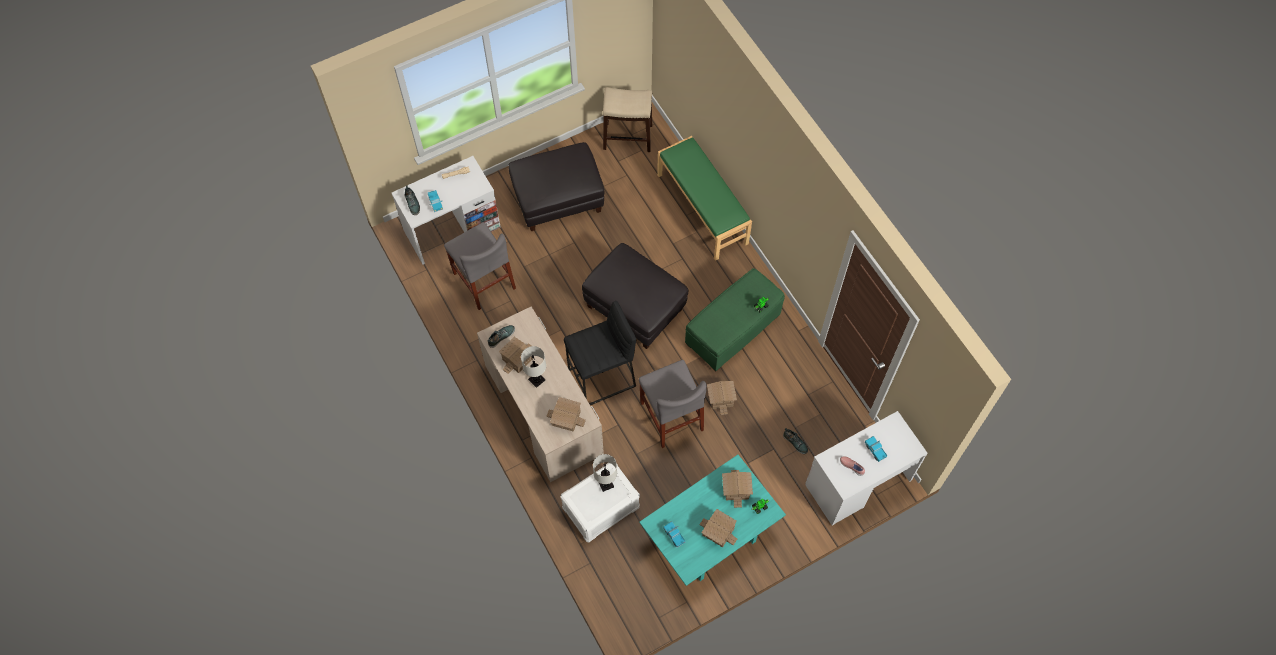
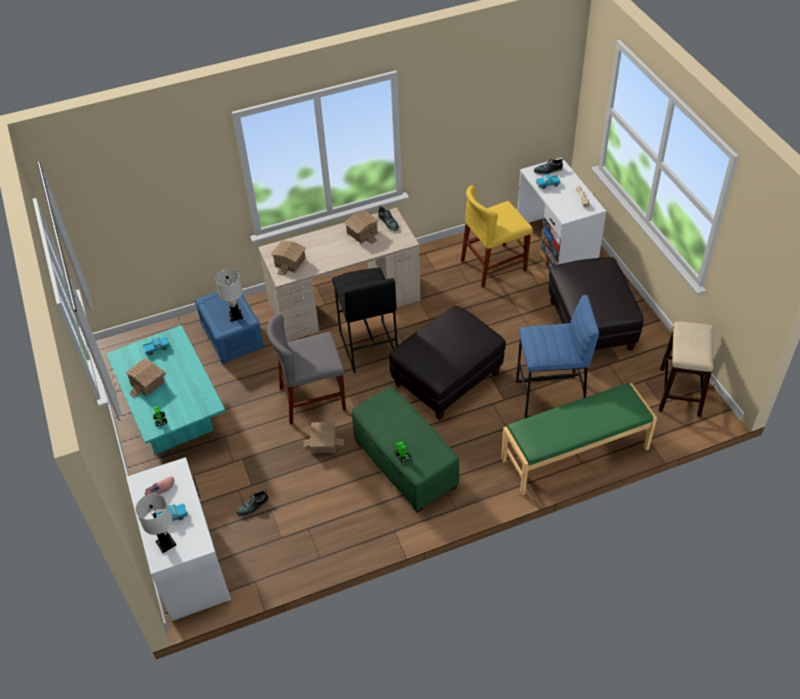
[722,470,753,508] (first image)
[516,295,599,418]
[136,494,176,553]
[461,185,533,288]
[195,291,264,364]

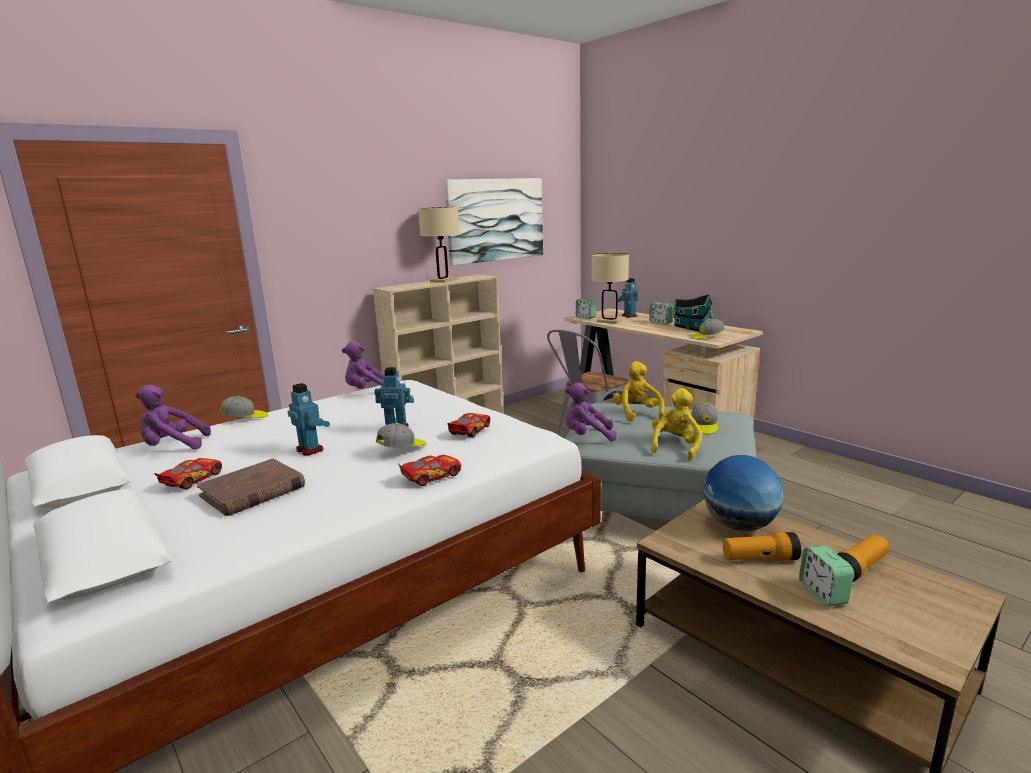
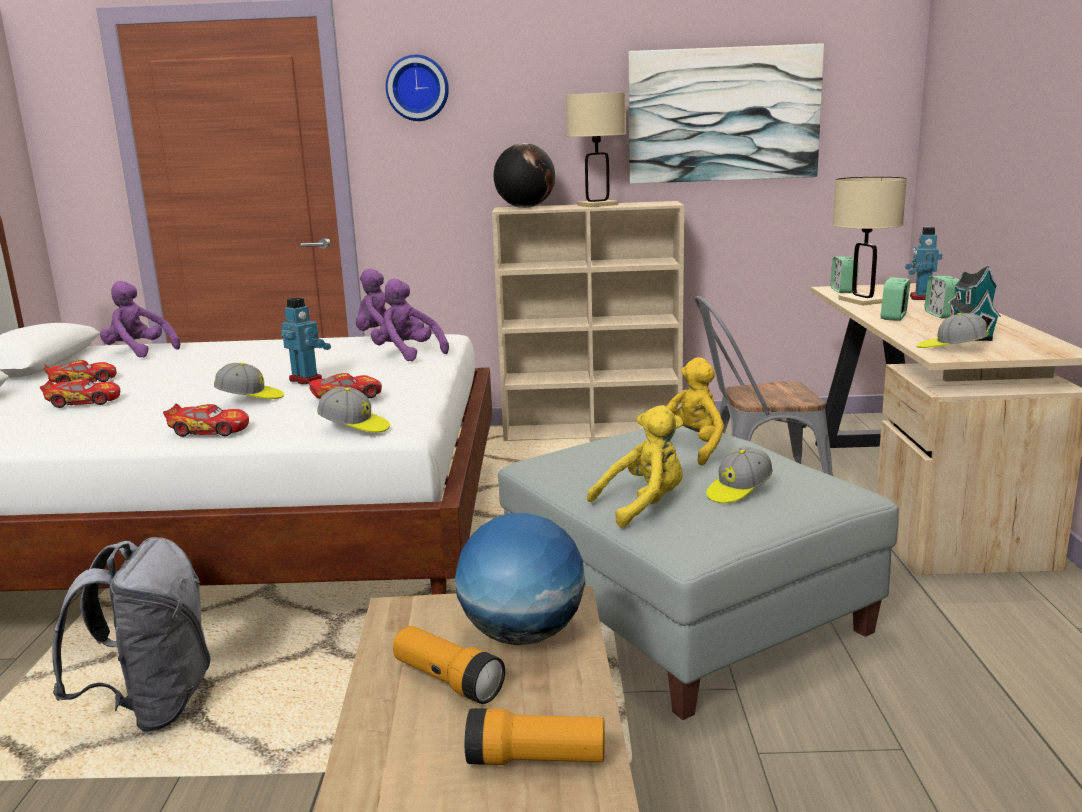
[288,383,330,456] (first image)
[52,537,211,732]
[386,55,449,121]
[494,143,555,208]
[317,387,390,432]
[371,279,449,361]
[881,277,910,321]
[40,378,120,408]

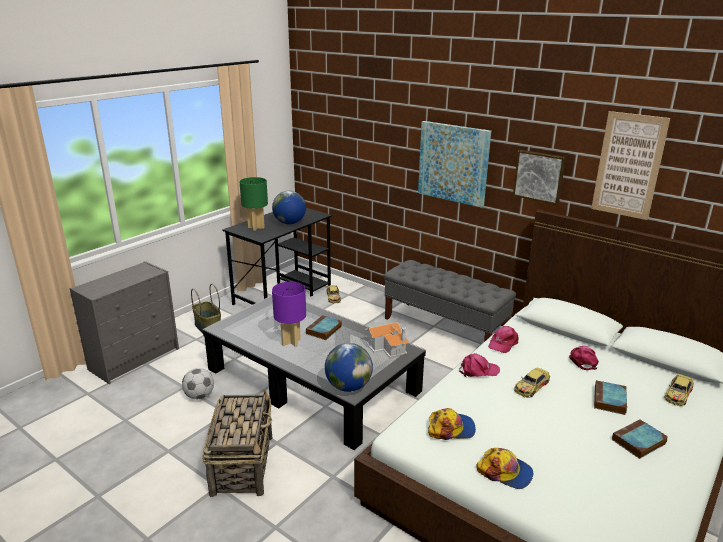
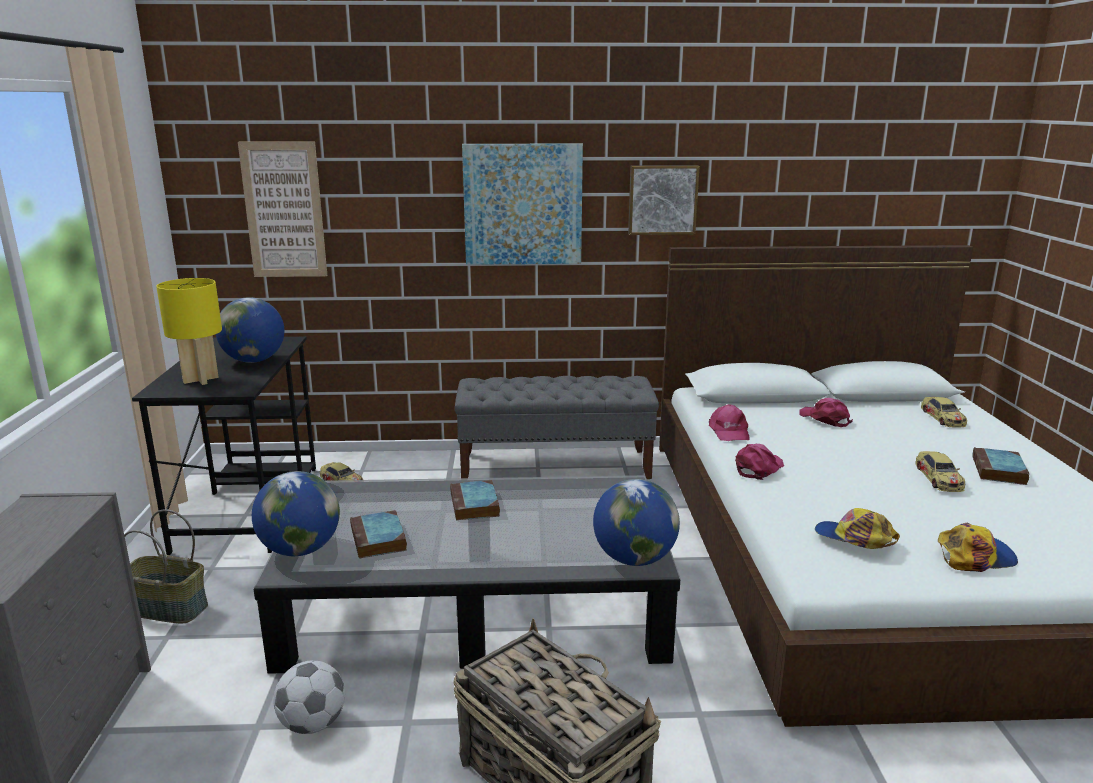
[272,282,306,347] (first image)
[365,322,410,358] (first image)
[252,471,340,556]
[915,451,965,492]
[238,141,327,277]
[350,510,407,559]
[156,278,222,385]
[815,508,900,549]

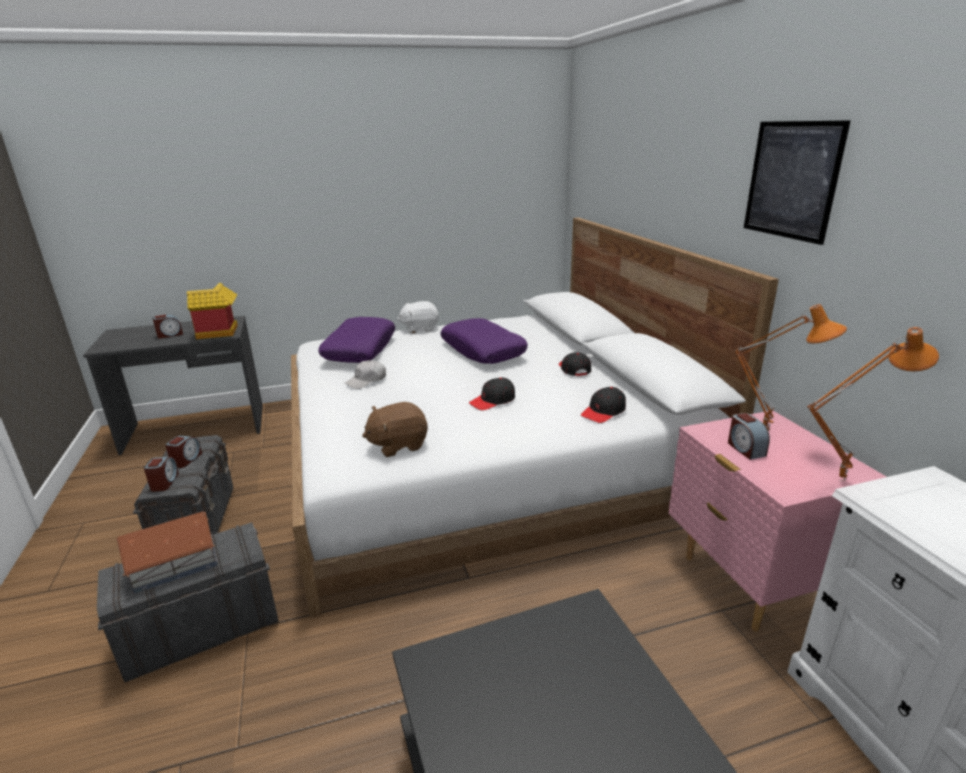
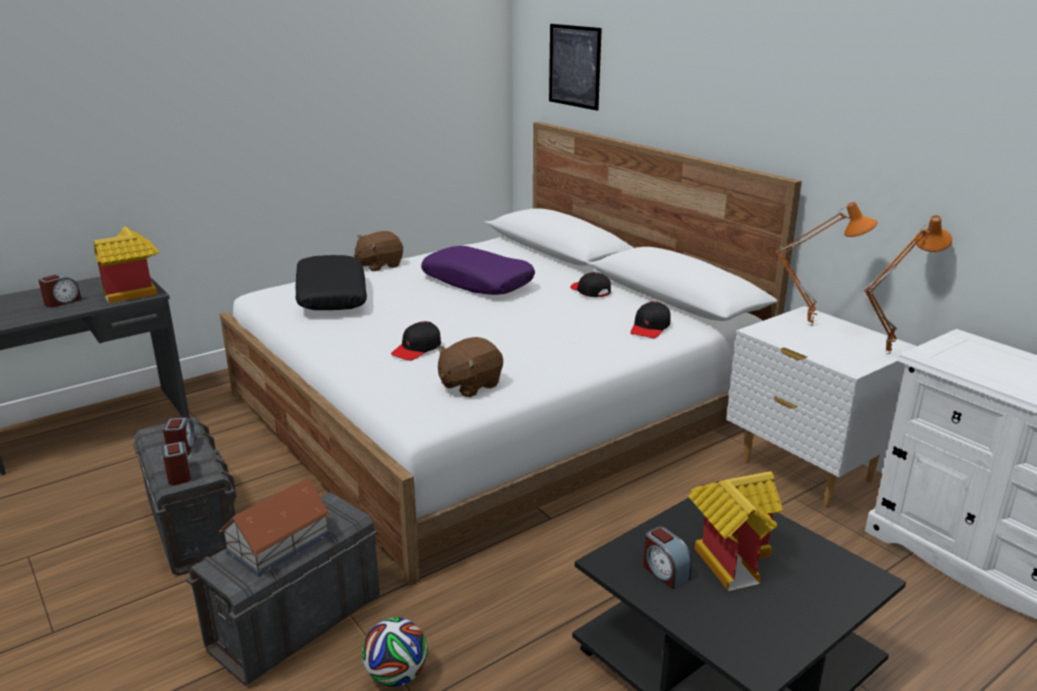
[345,360,386,389] (first image)
[362,618,428,687]
[688,471,783,591]
[391,321,441,361]
[643,526,692,589]
[549,24,602,111]
[295,255,367,310]
[354,231,403,271]
[726,306,917,508]

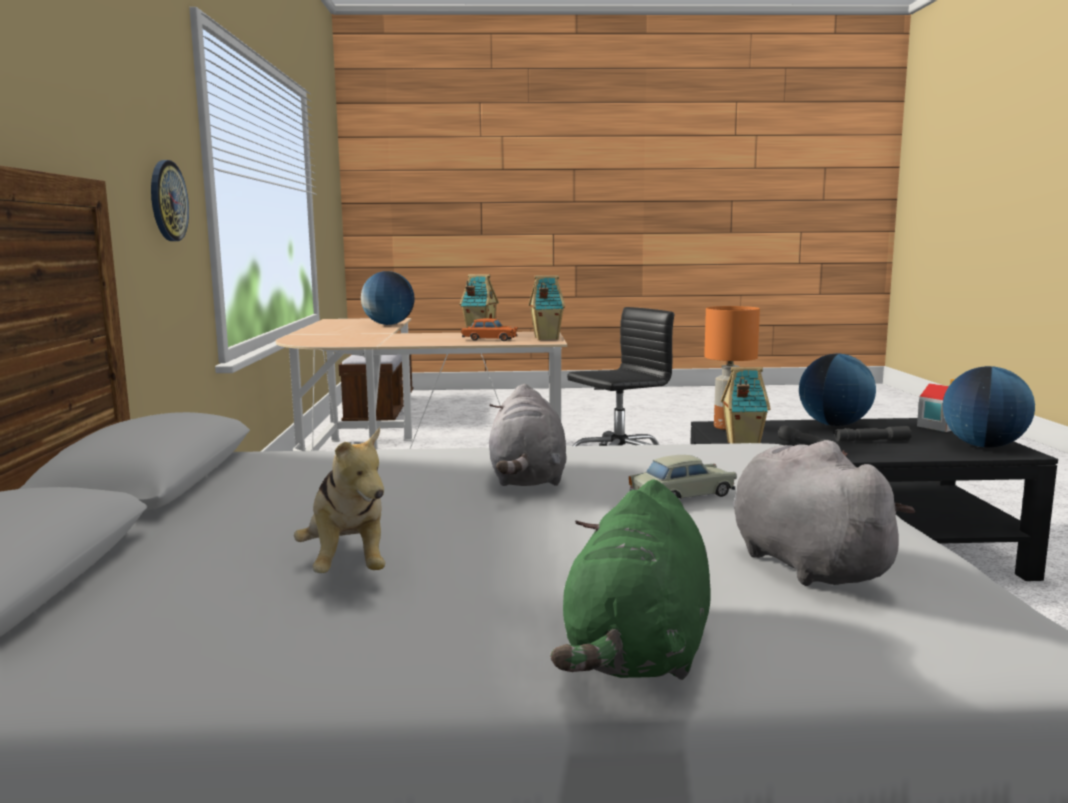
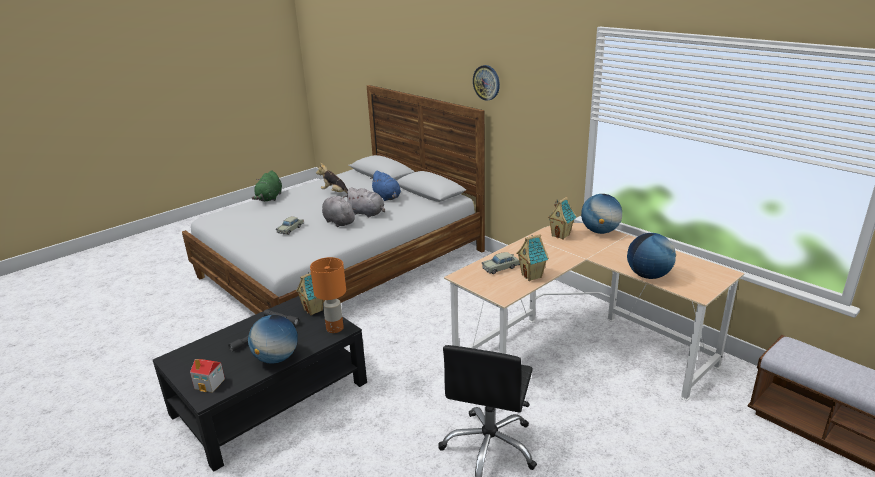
[370,171,401,201]
[473,65,500,101]
[547,197,576,240]
[344,187,385,218]
[581,194,622,234]
[482,252,520,274]
[252,170,282,201]

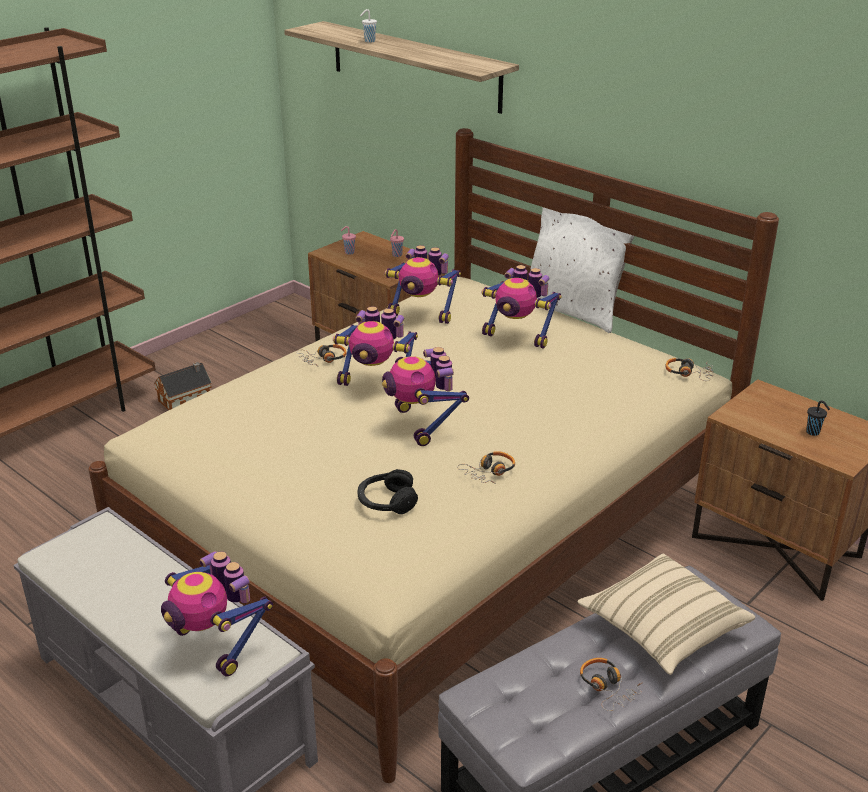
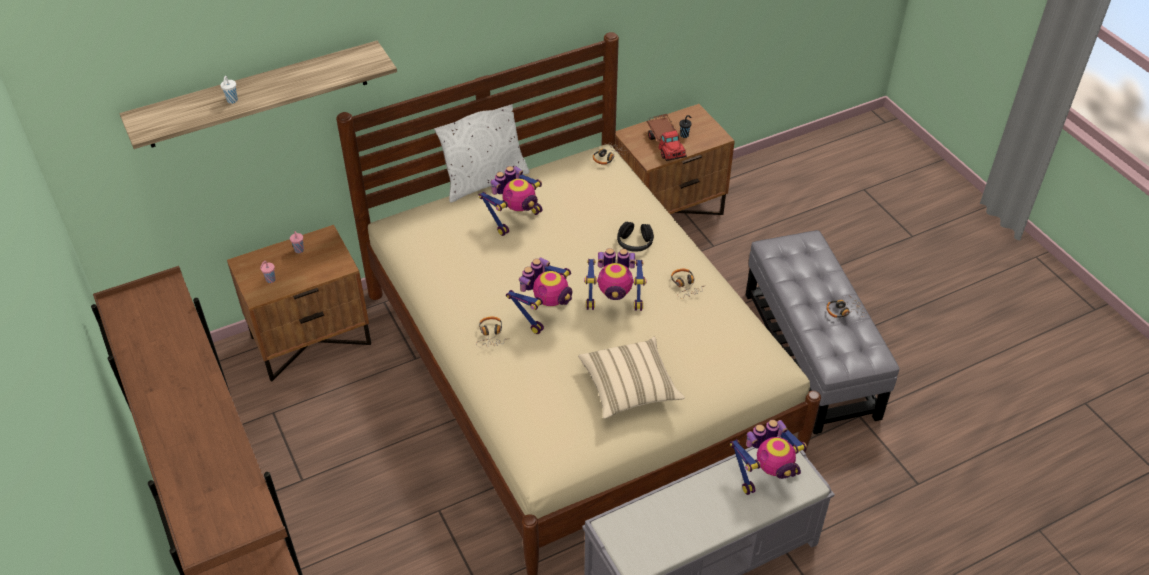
[154,362,212,410] (first image)
[385,245,461,324] (first image)
[647,114,687,161]
[617,222,654,252]
[578,337,685,419]

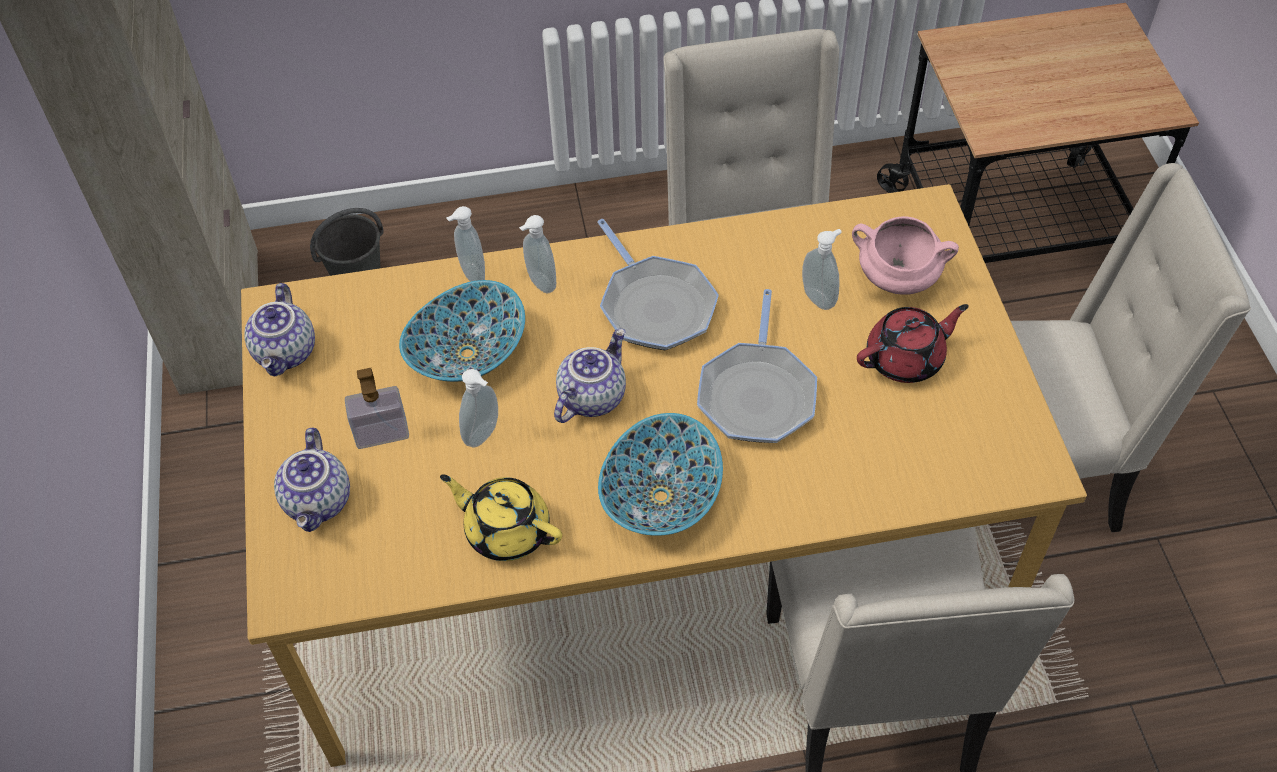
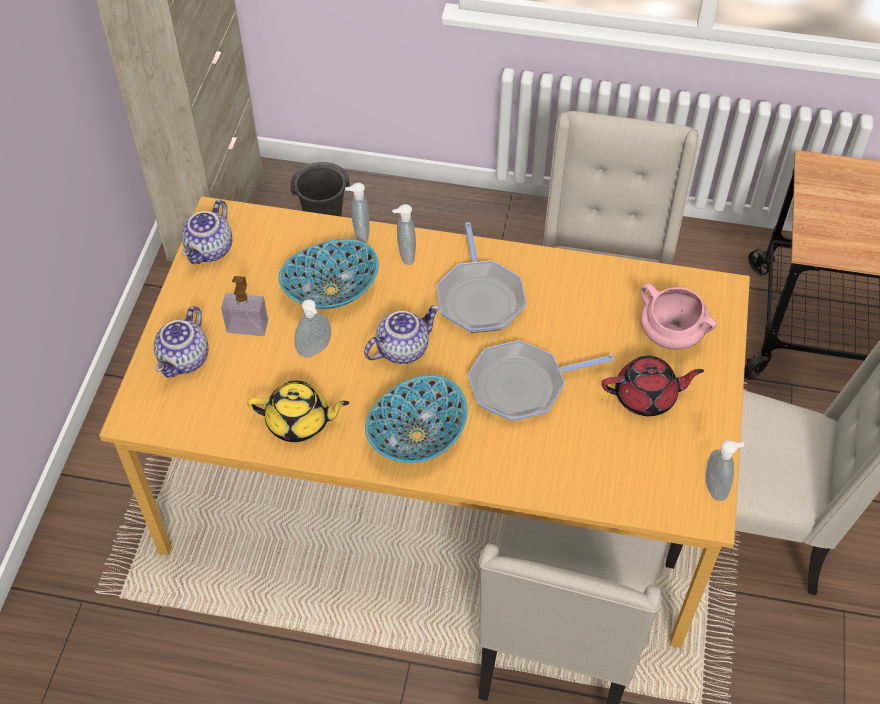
[705,440,745,501]
[247,381,349,442]
[468,340,615,421]

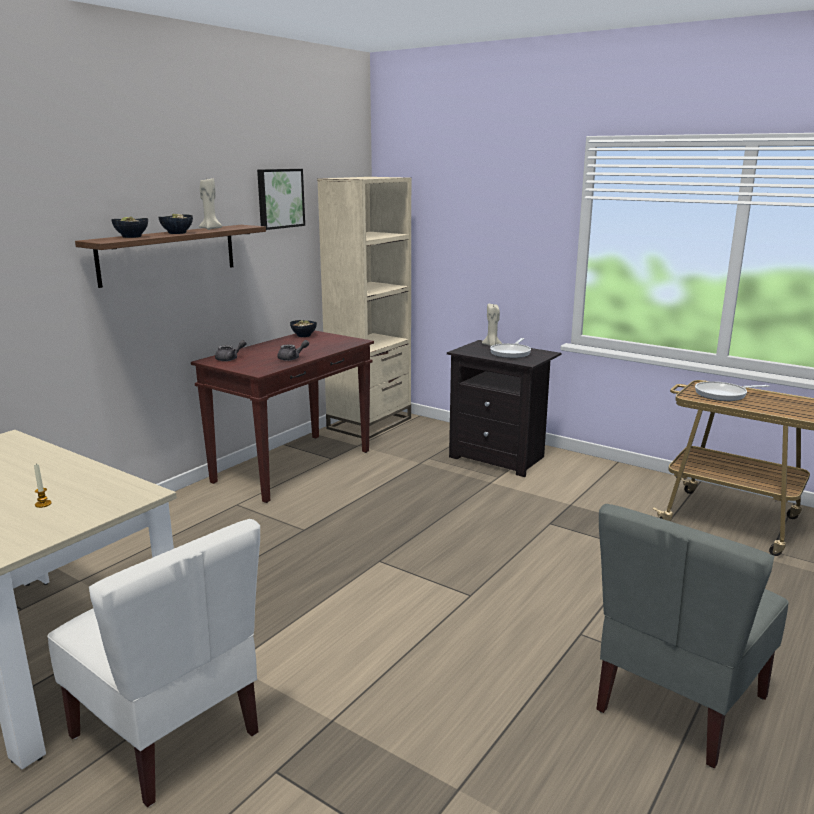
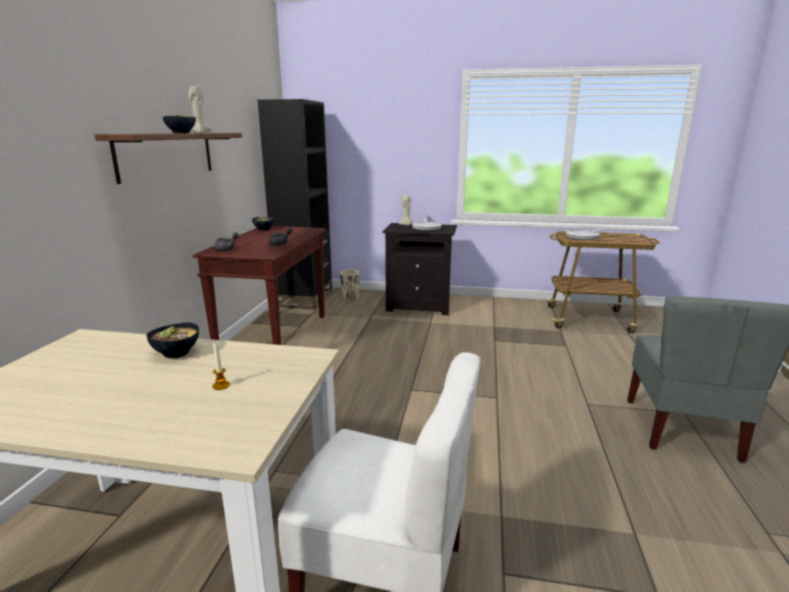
[257,169,305,230] (first image)
[340,270,359,299]
[146,322,199,358]
[257,99,333,309]

